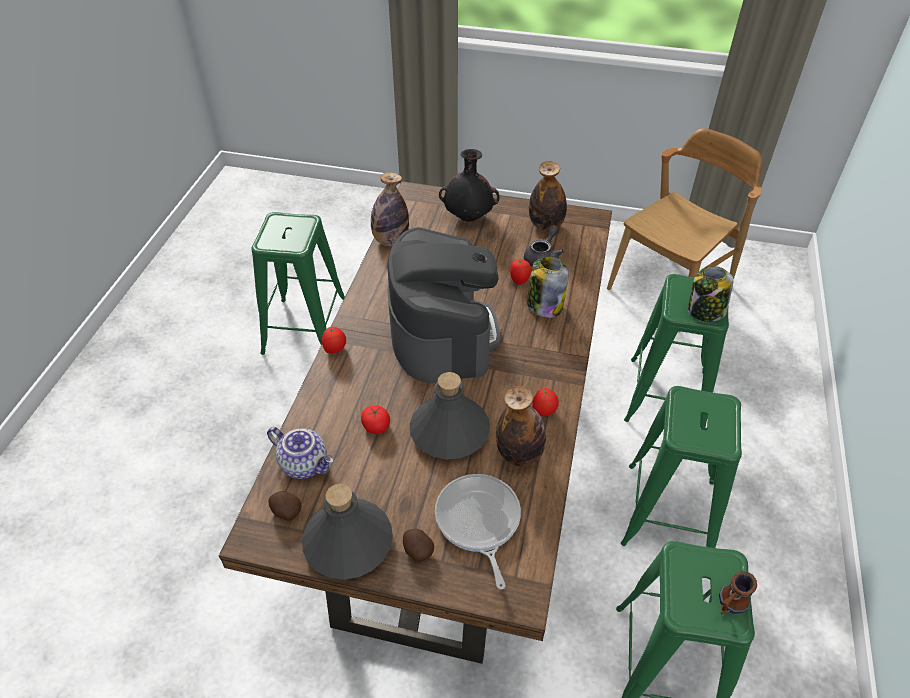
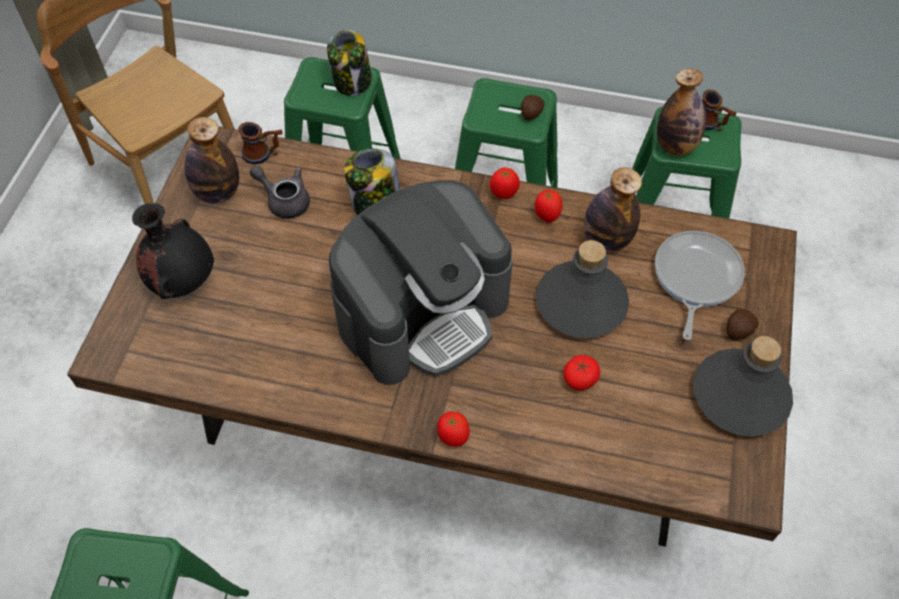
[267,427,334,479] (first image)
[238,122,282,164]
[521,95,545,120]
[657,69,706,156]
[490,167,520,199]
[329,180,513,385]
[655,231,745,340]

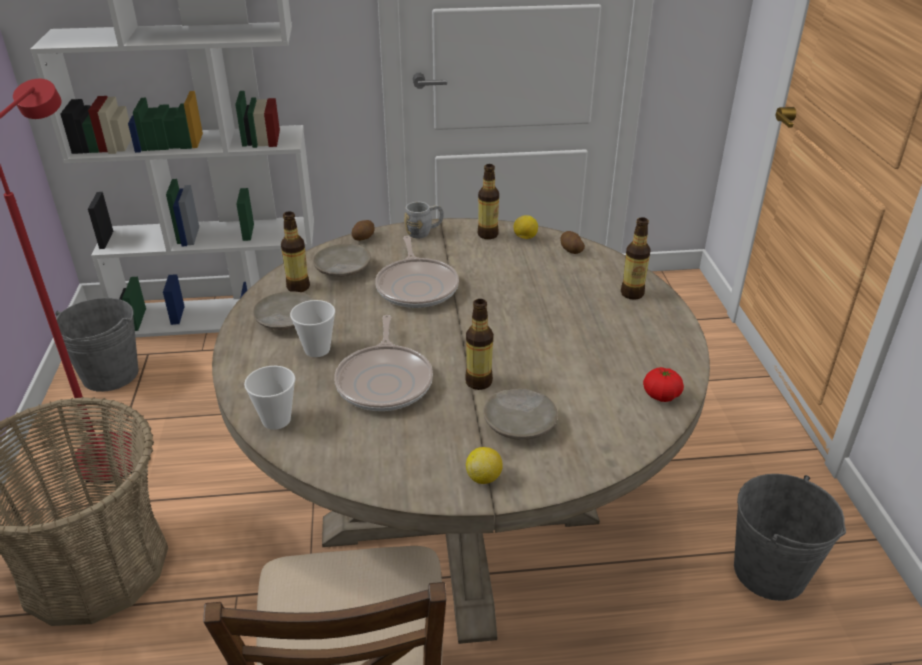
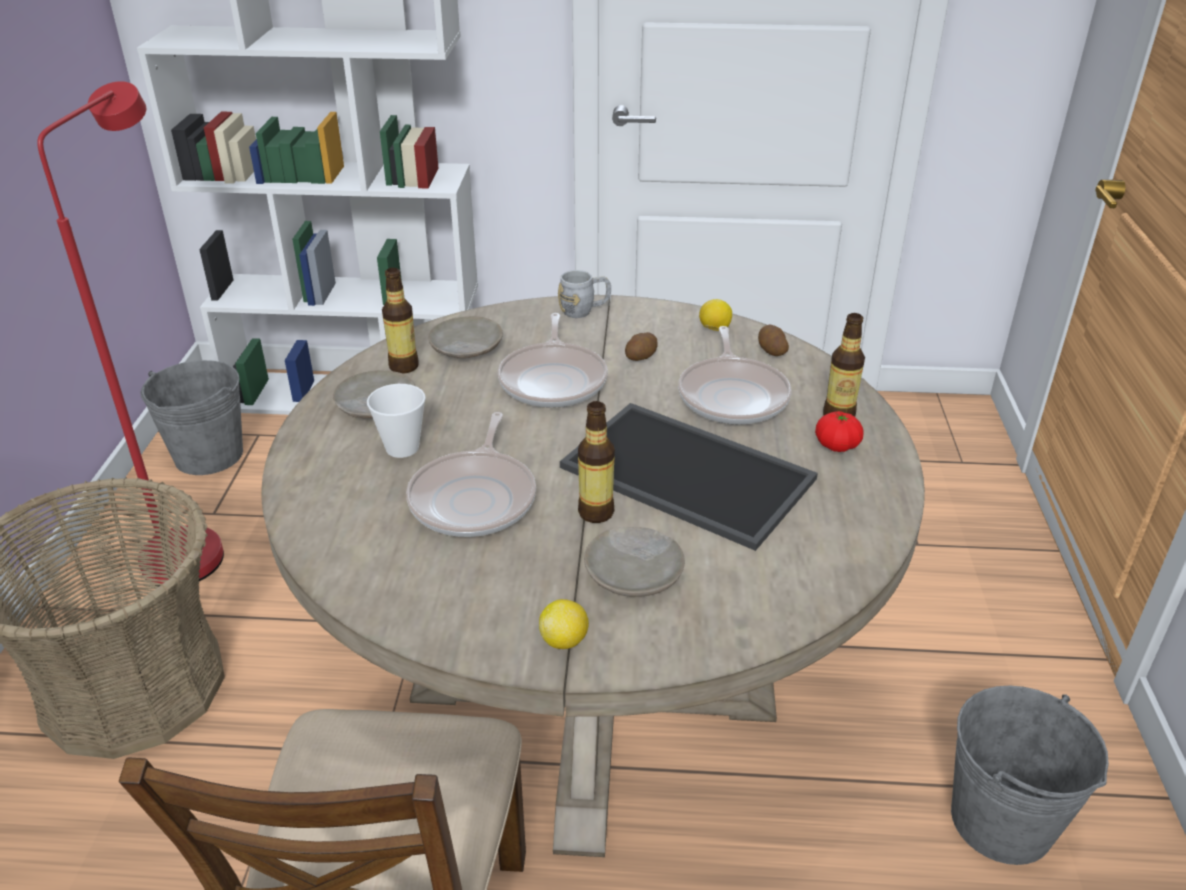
[244,366,295,430] (first image)
[477,164,499,239] (first image)
[560,403,818,551]
[678,326,792,425]
[625,332,658,361]
[815,411,864,452]

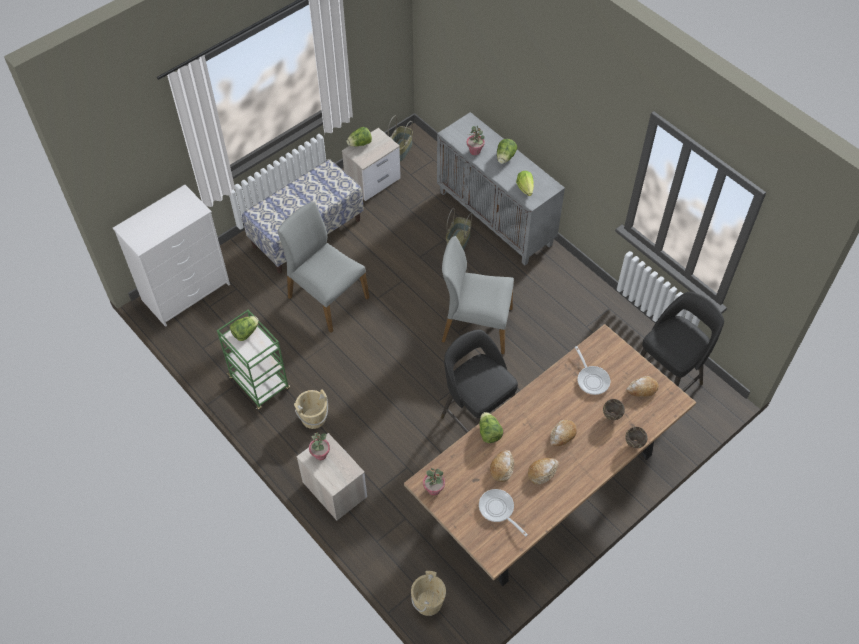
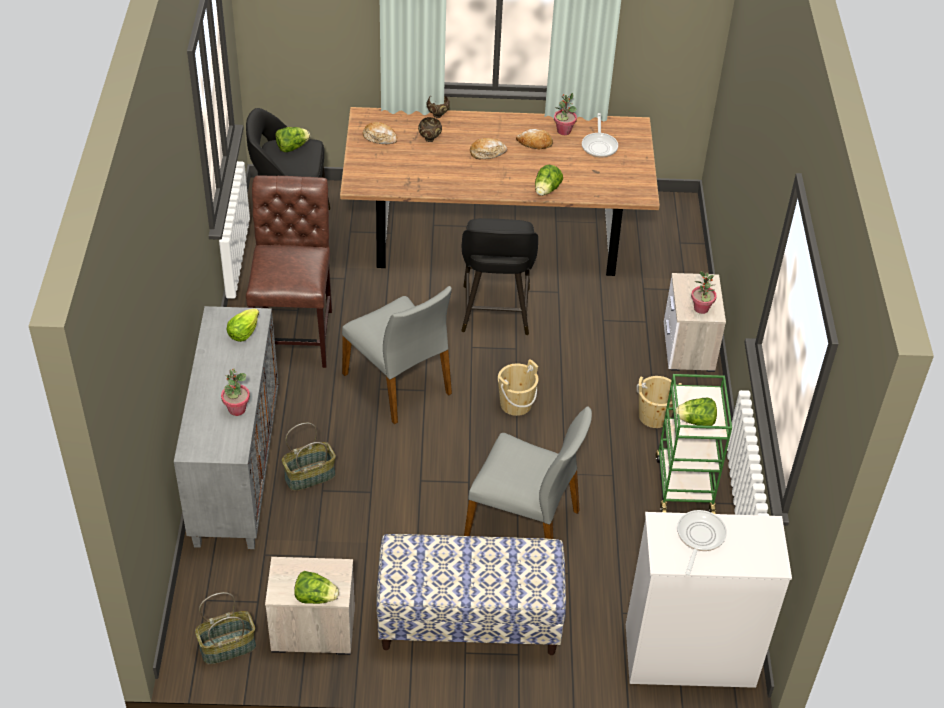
[490,450,514,482] (first image)
[246,175,332,368]
[498,359,538,416]
[554,93,577,135]
[275,127,310,152]
[677,510,727,576]
[464,406,592,539]

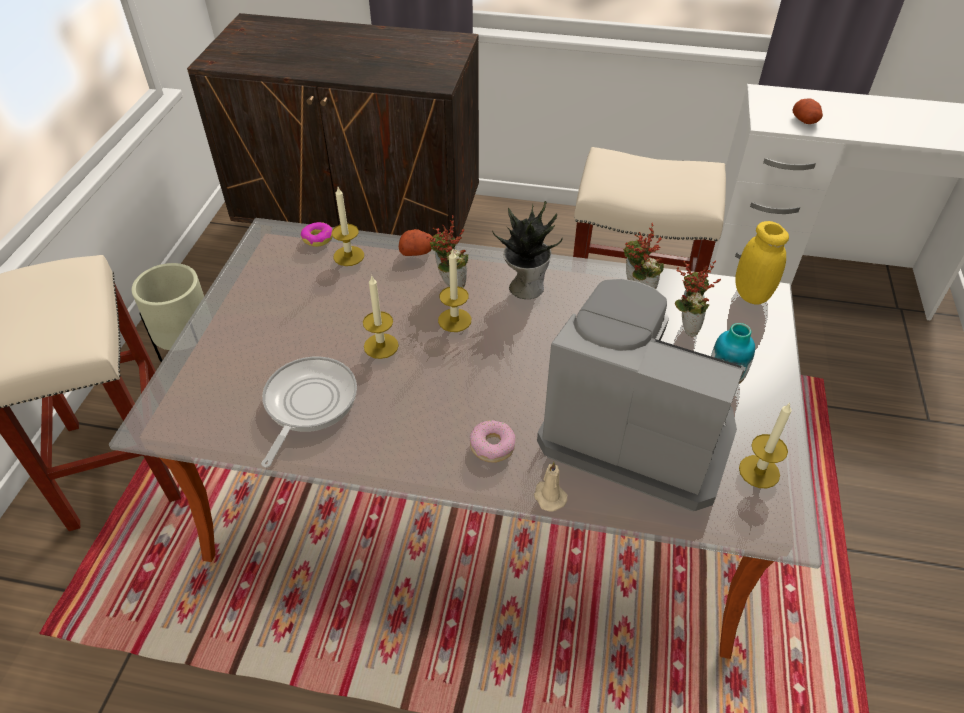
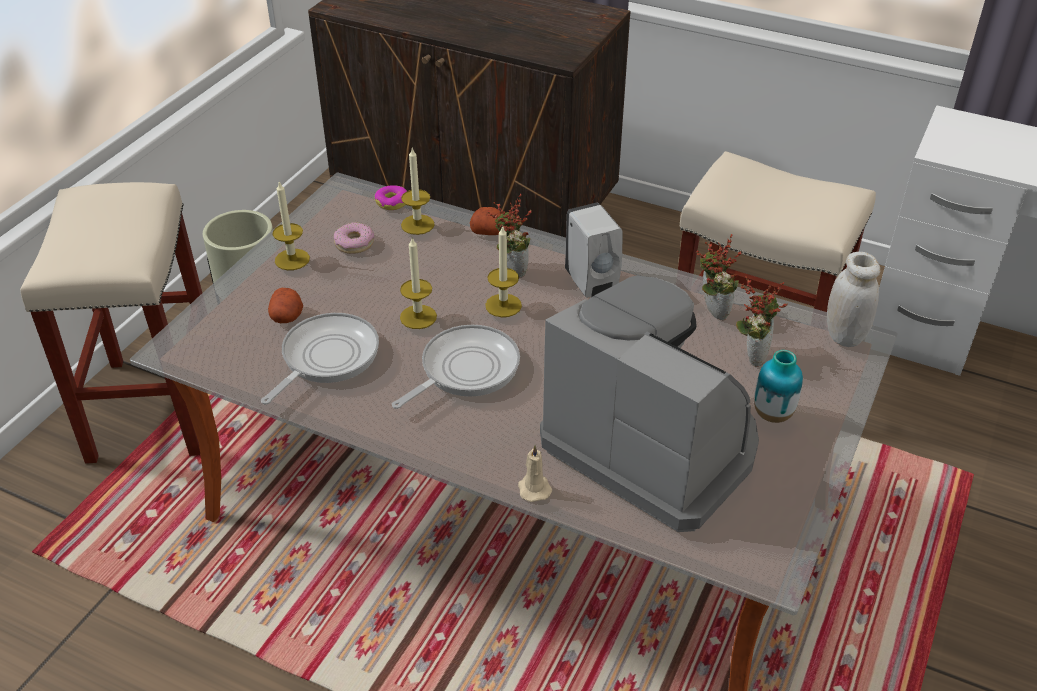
[392,325,520,409]
[334,222,374,254]
[273,182,310,270]
[268,288,303,323]
[565,202,622,297]
[827,252,880,347]

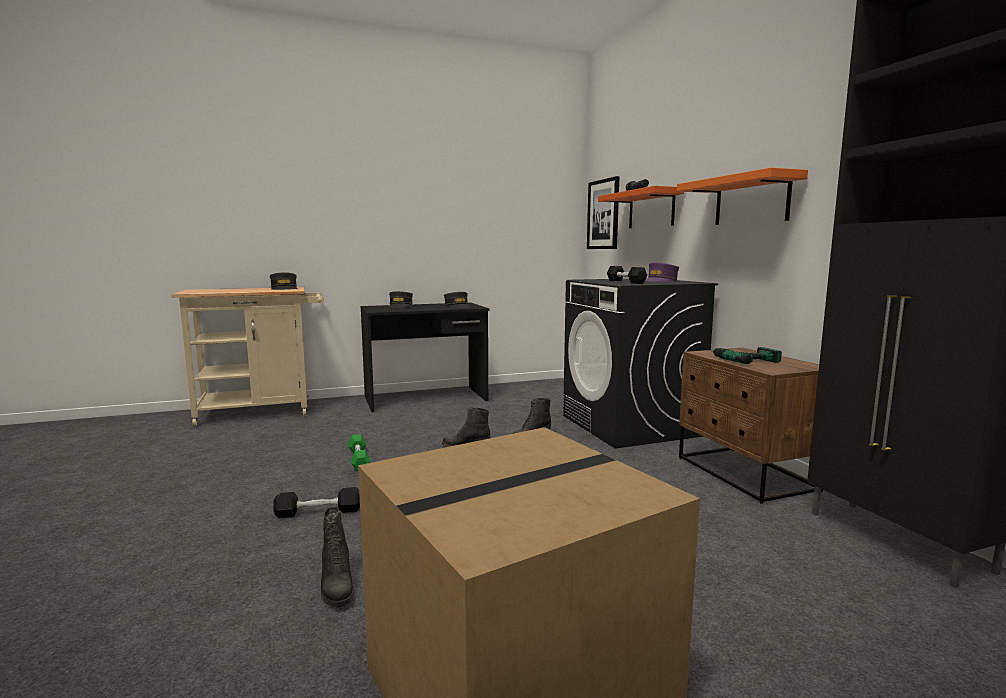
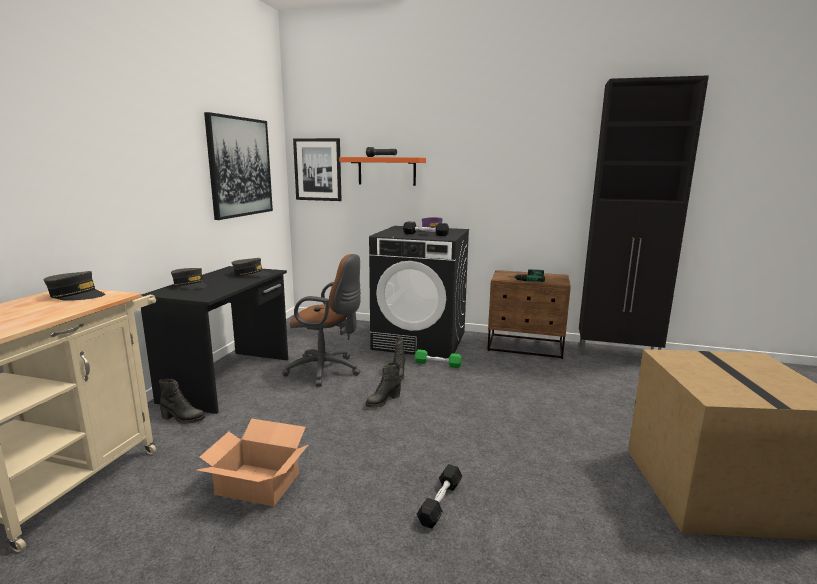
[677,167,808,225] (first image)
[197,419,309,507]
[204,112,273,220]
[282,254,361,387]
[159,379,206,424]
[415,349,462,368]

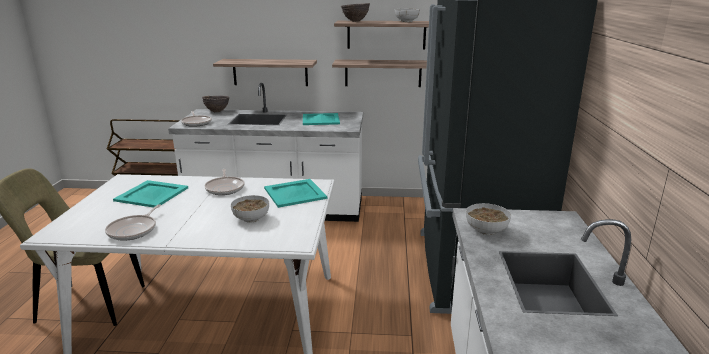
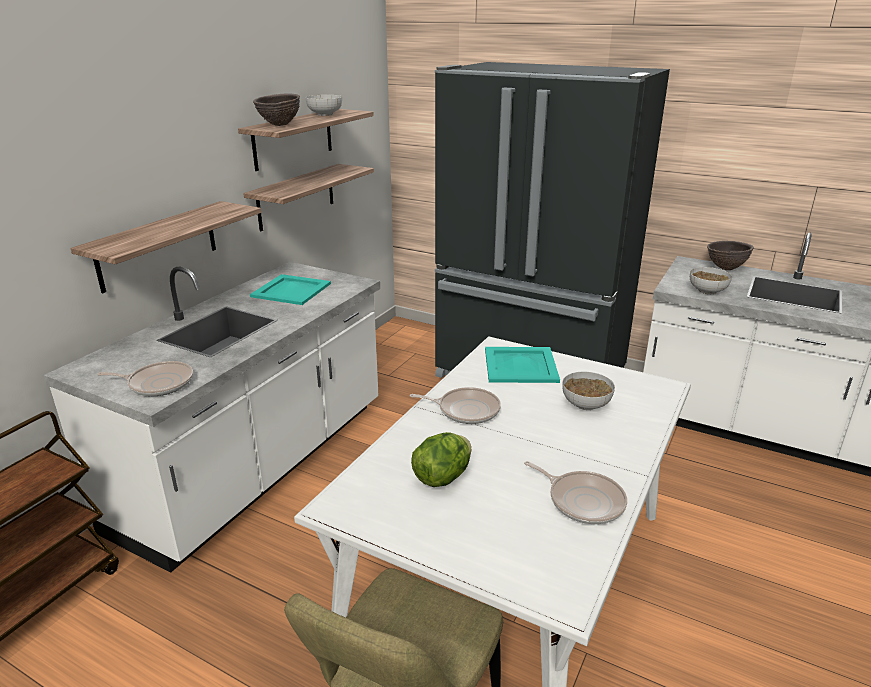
[707,241,754,270]
[411,432,471,487]

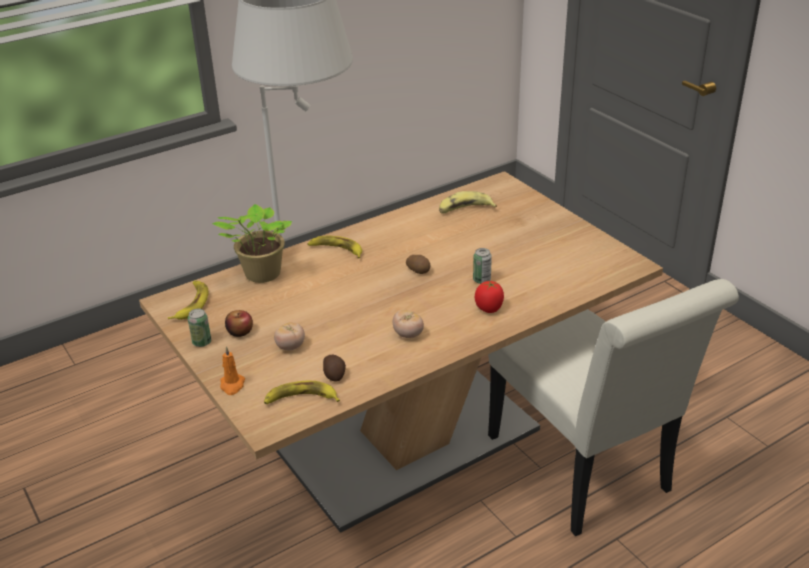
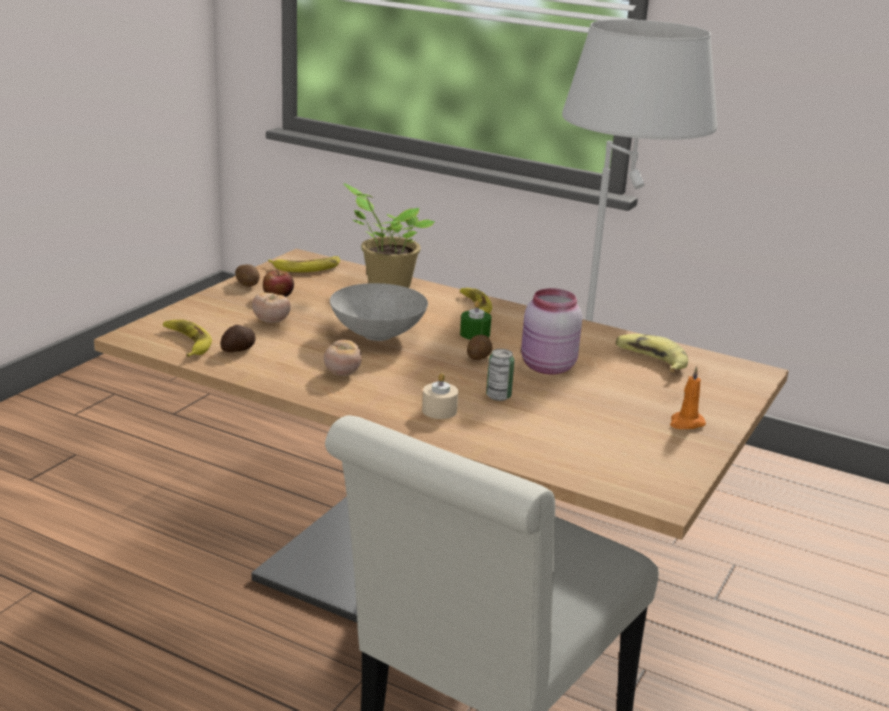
[330,283,428,341]
[460,301,491,340]
[521,288,582,375]
[670,366,706,429]
[235,264,260,287]
[422,373,458,419]

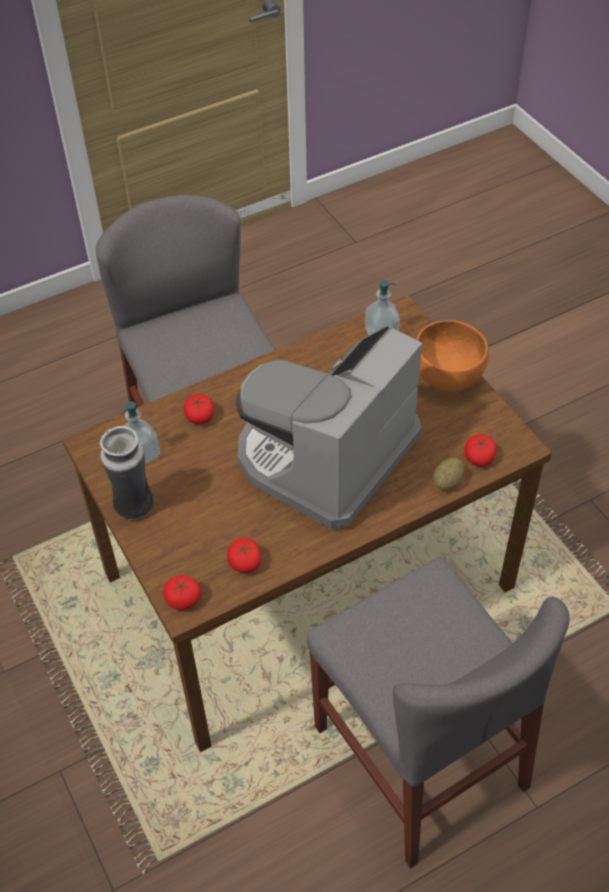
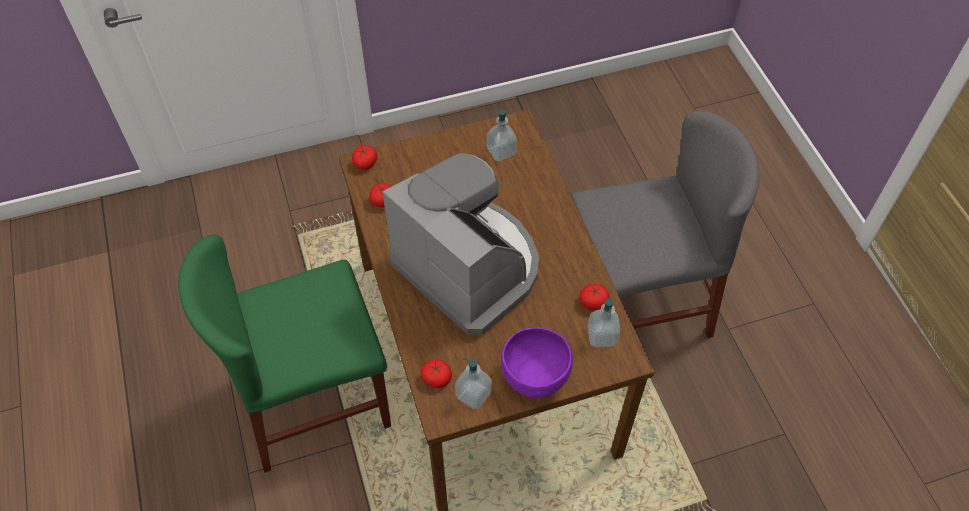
[100,426,154,520] (first image)
[433,458,464,490] (first image)
[455,358,492,409]
[580,284,610,310]
[178,235,391,473]
[501,327,573,398]

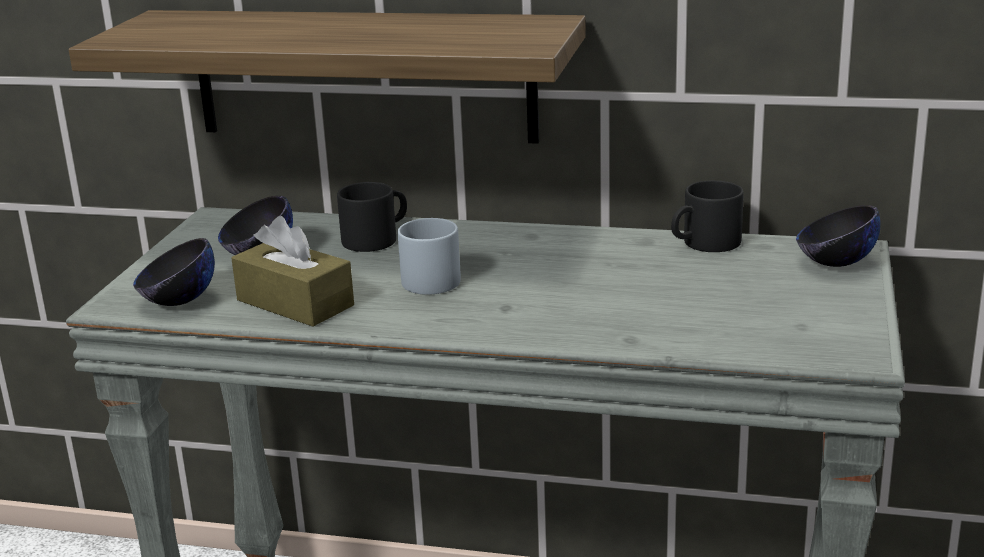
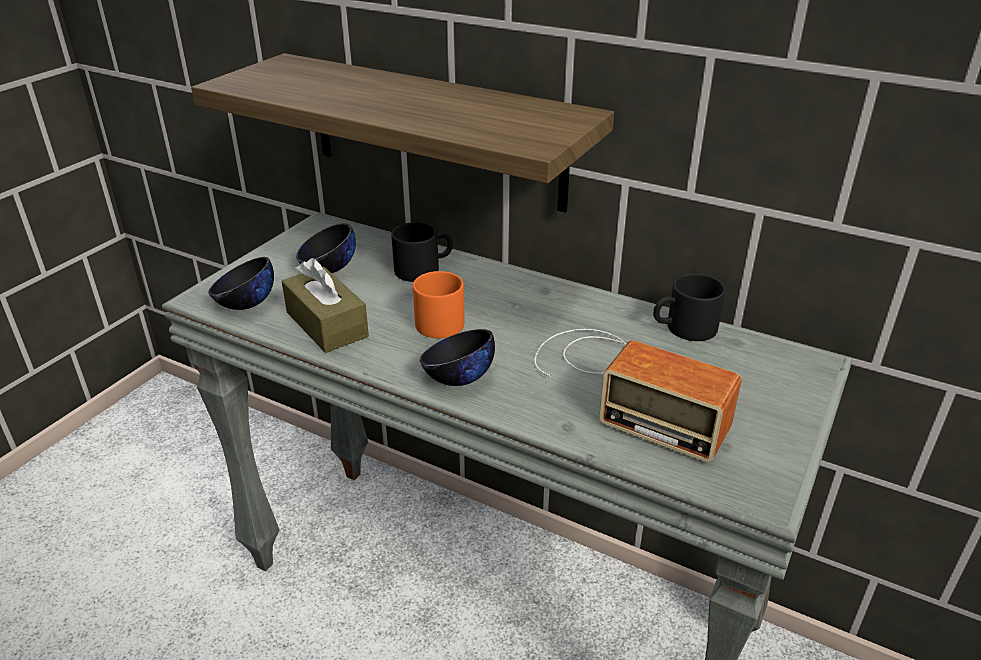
[535,329,742,462]
[420,329,495,386]
[413,271,464,338]

